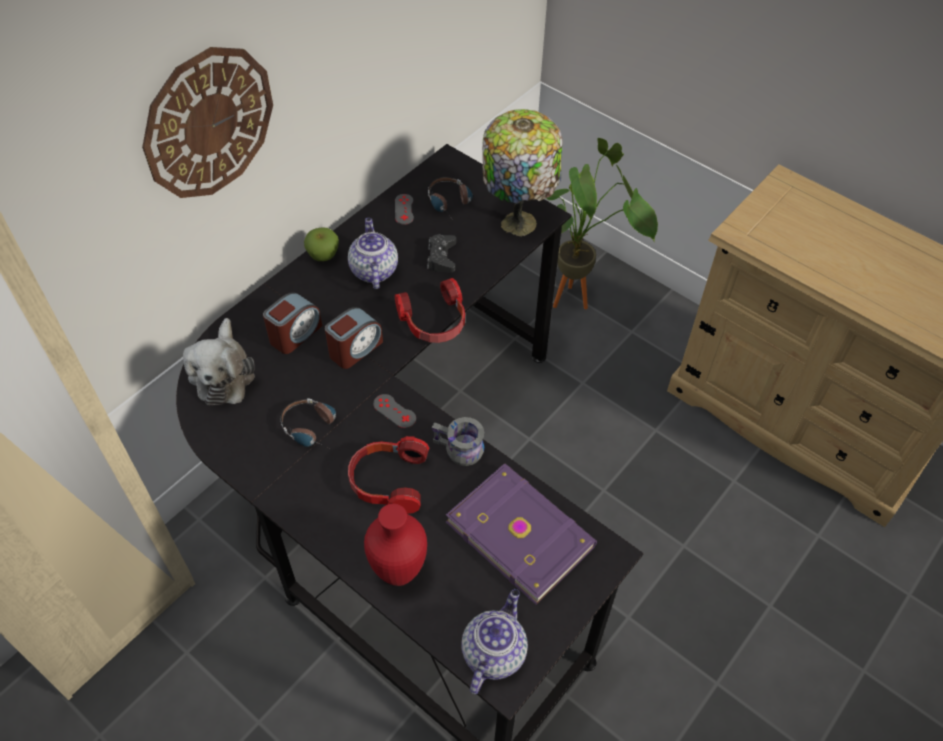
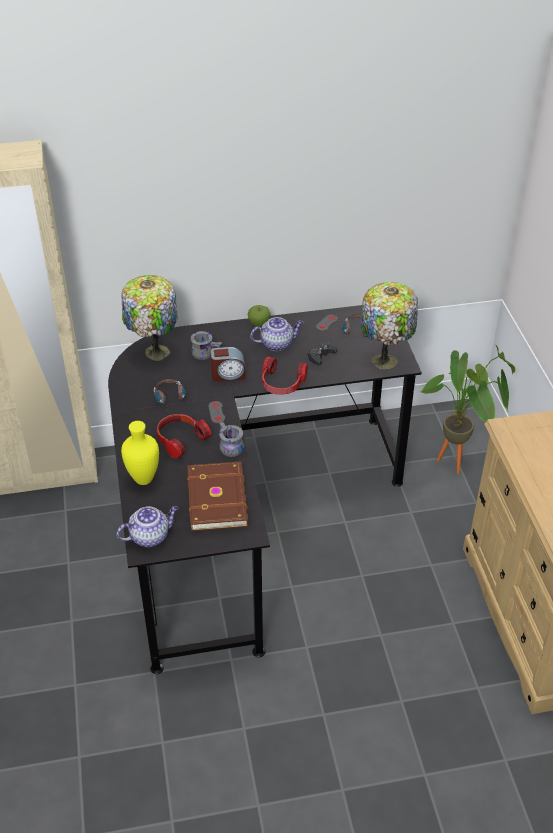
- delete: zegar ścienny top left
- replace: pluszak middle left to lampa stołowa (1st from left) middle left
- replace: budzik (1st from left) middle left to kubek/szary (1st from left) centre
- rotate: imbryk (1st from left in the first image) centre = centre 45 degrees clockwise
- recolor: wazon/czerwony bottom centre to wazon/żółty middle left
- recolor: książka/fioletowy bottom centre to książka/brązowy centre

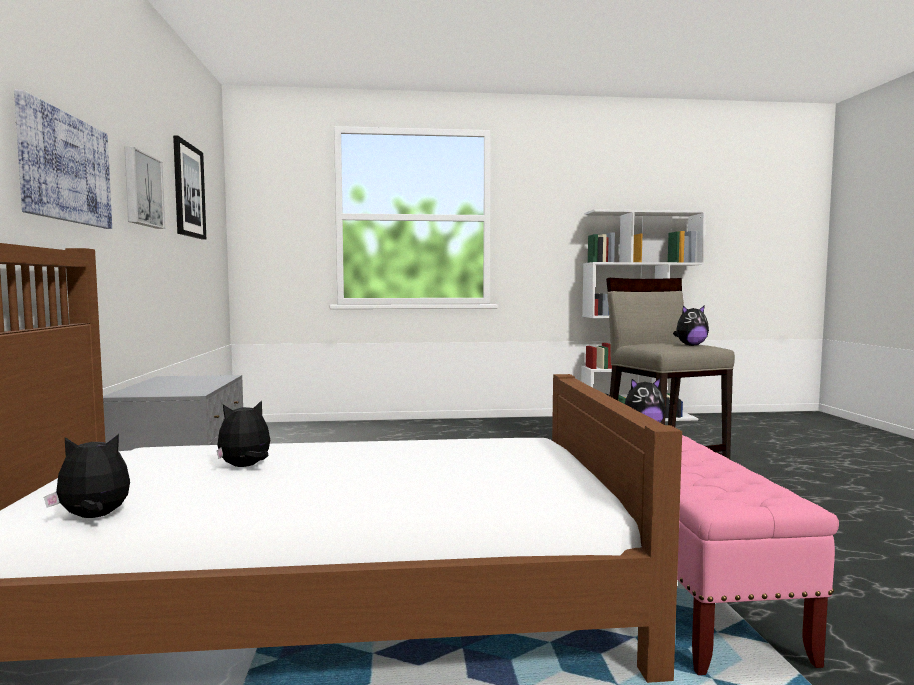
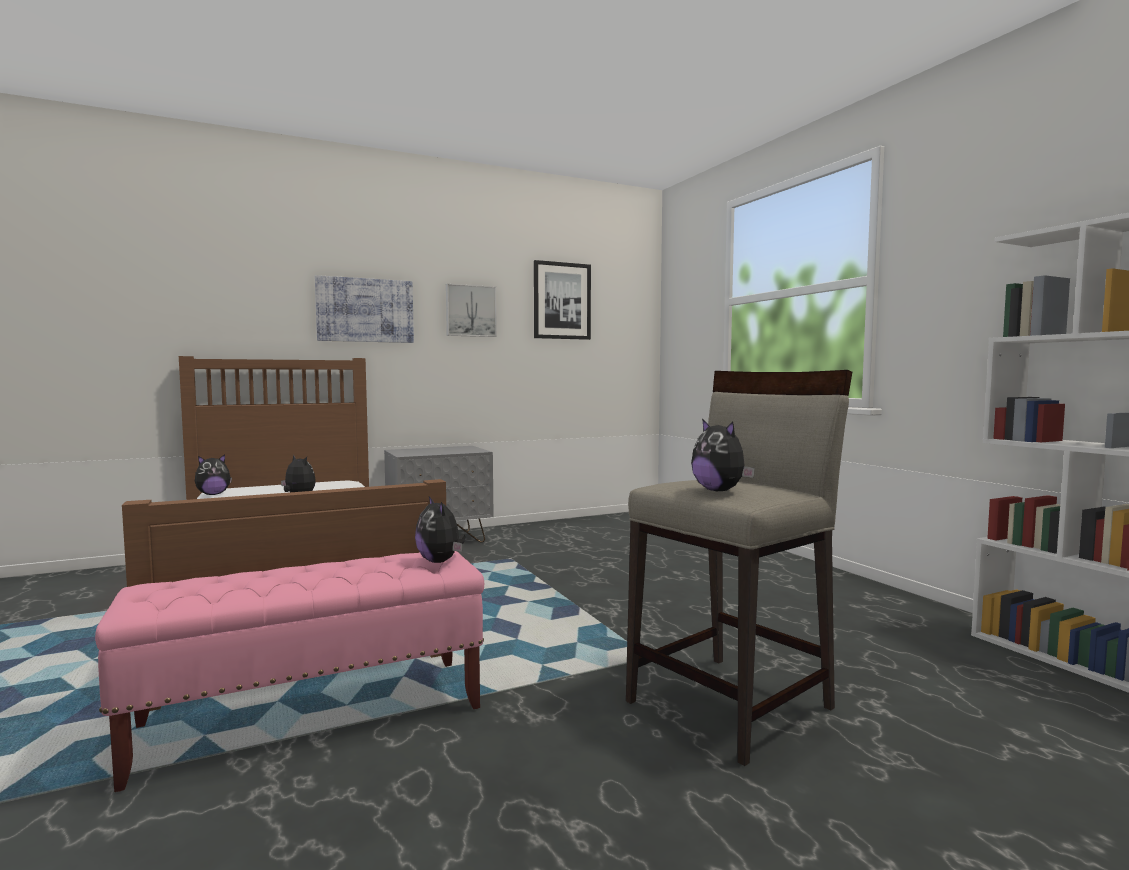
- rotate: pluszak (1st from left) bottom left = middle left 90 degrees clockwise

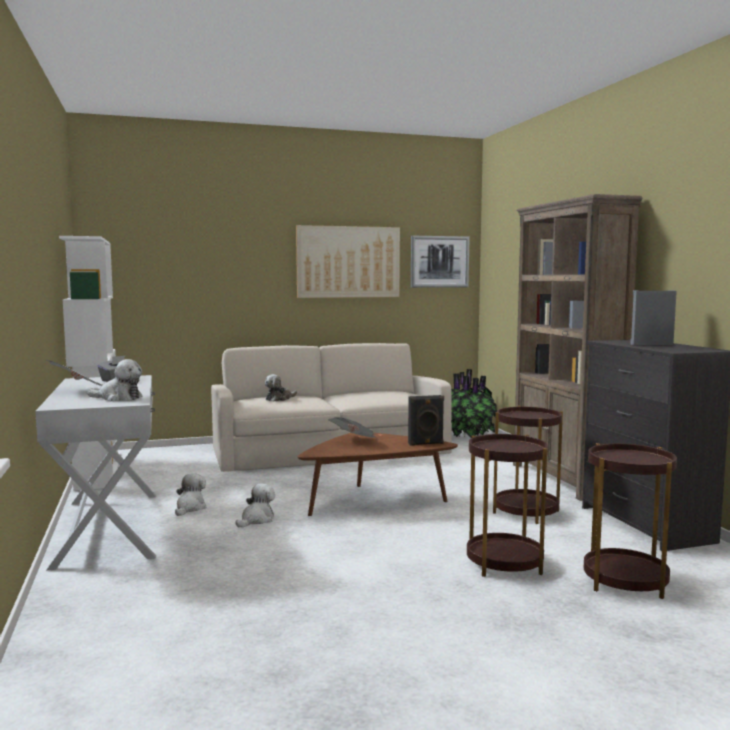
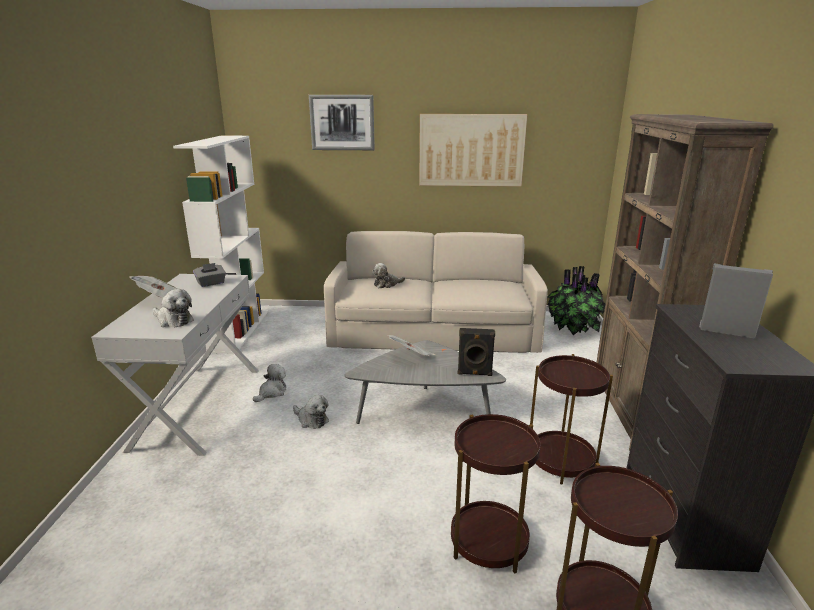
- rotate: pluszak (3rd from left) bottom centre = bottom centre 75 degrees clockwise
- recolor: ława/brązowy centre to ława/szary centre
- move: obraz (2nd from left in the first image) centre to obraz (1st from left) top centre

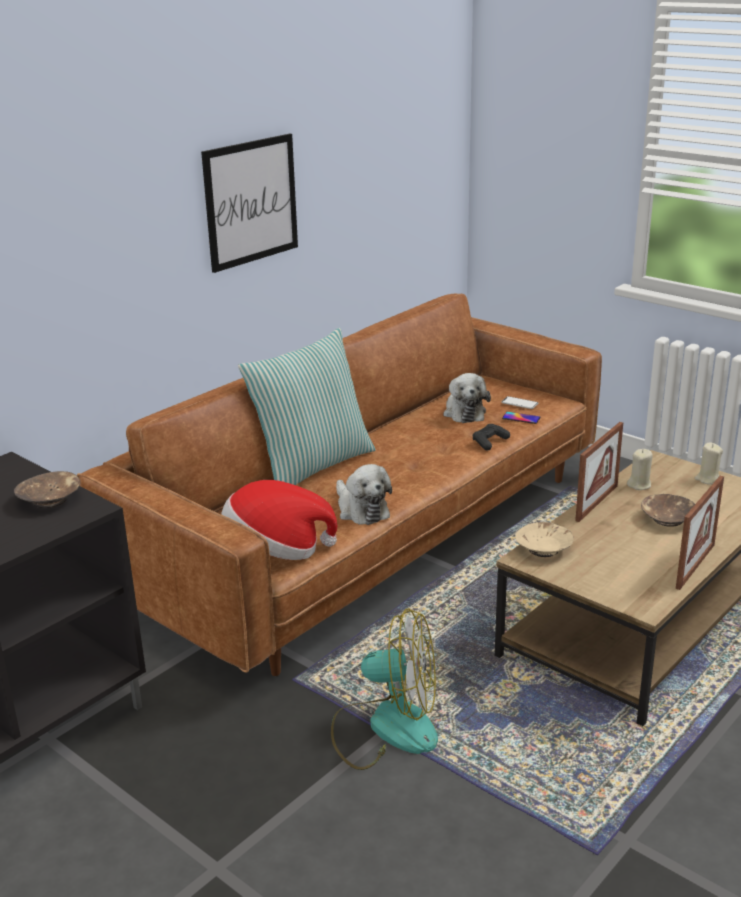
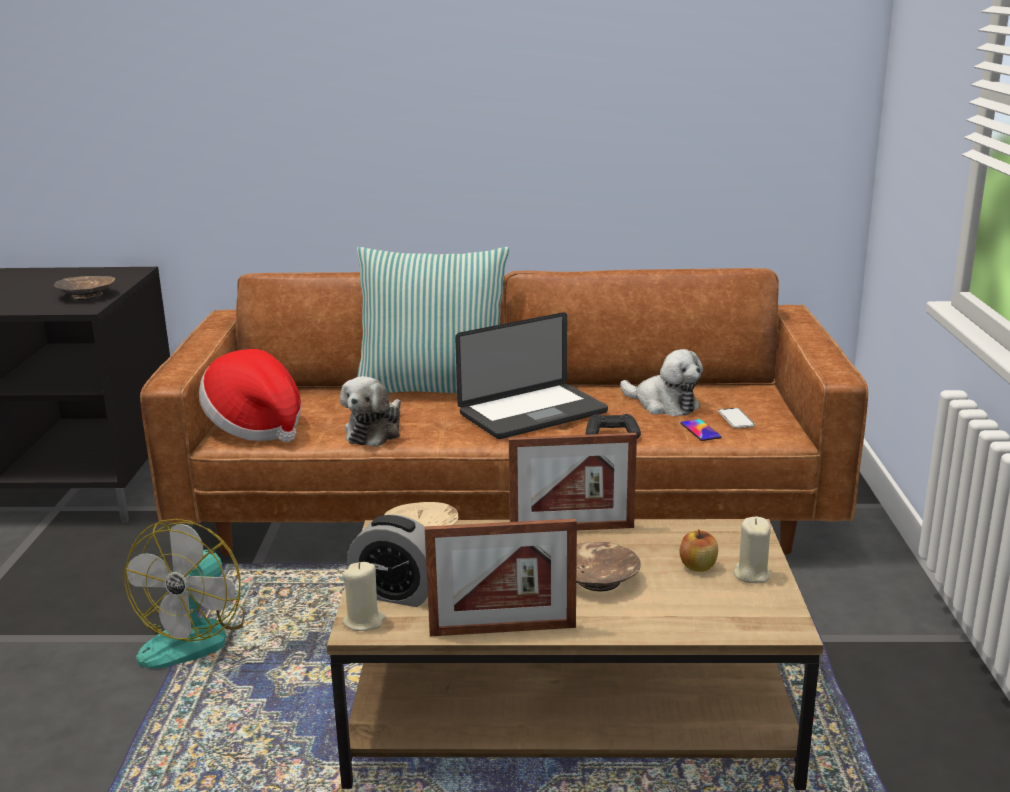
- delete: obraz top centre
- rotate: wentylator bottom centre = bottom left 45 degrees clockwise
- rotate: pluszak (2nd from left) centre = centre 90 degrees counterclockwise
- move: świeca/beżowy (1st from left) middle right to bottom centre
- insert: budzik bottom centre
- insert: laptop centre
- insert: jabłko bottom right

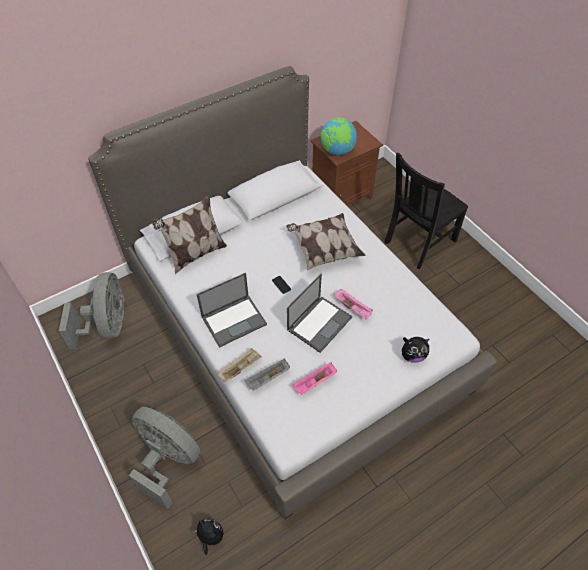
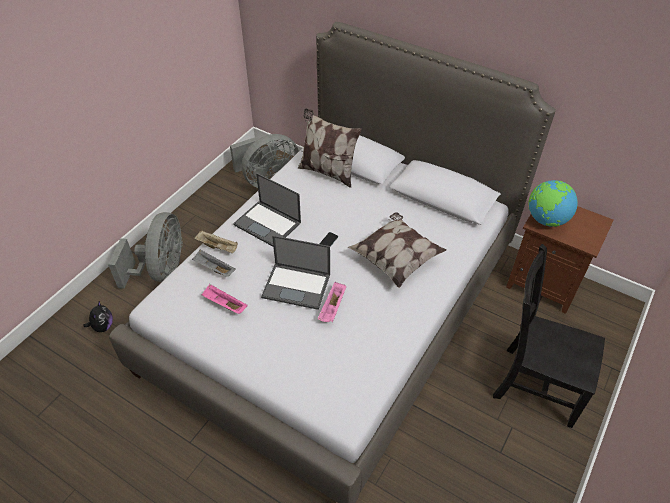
- delete: pluszak (2nd from left) middle right

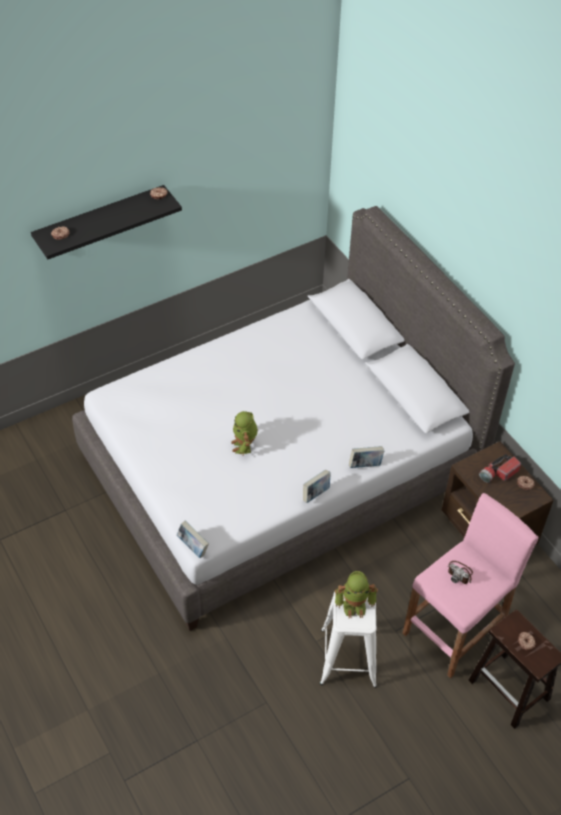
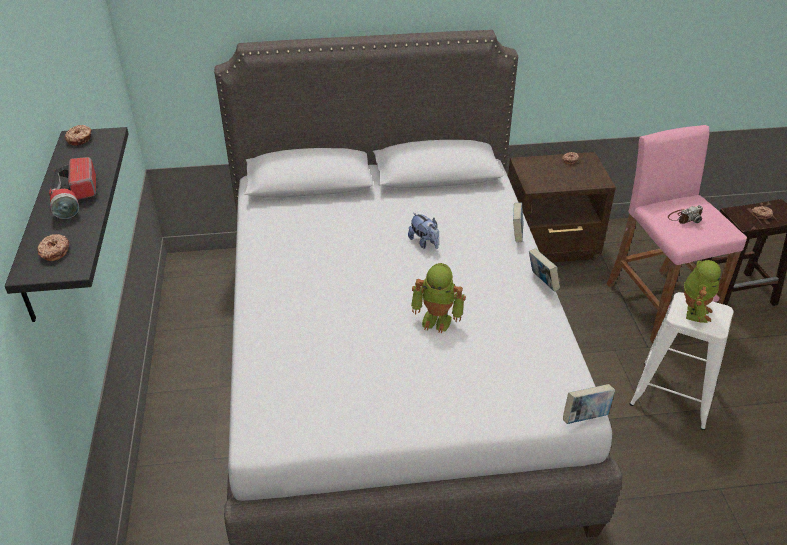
- move: latarka middle right to middle left
- insert: pluszak centre

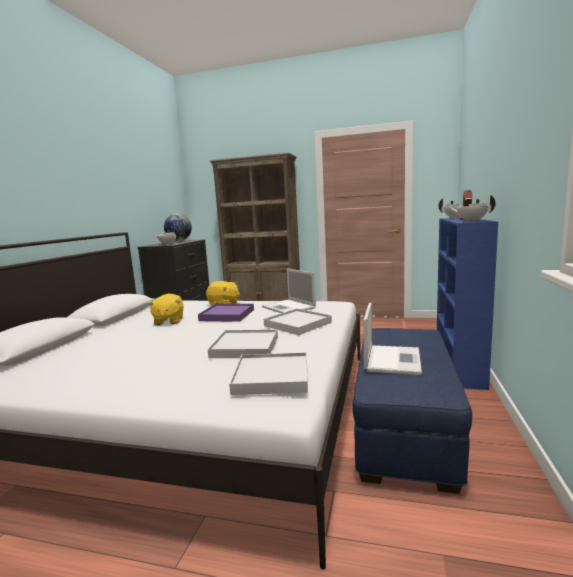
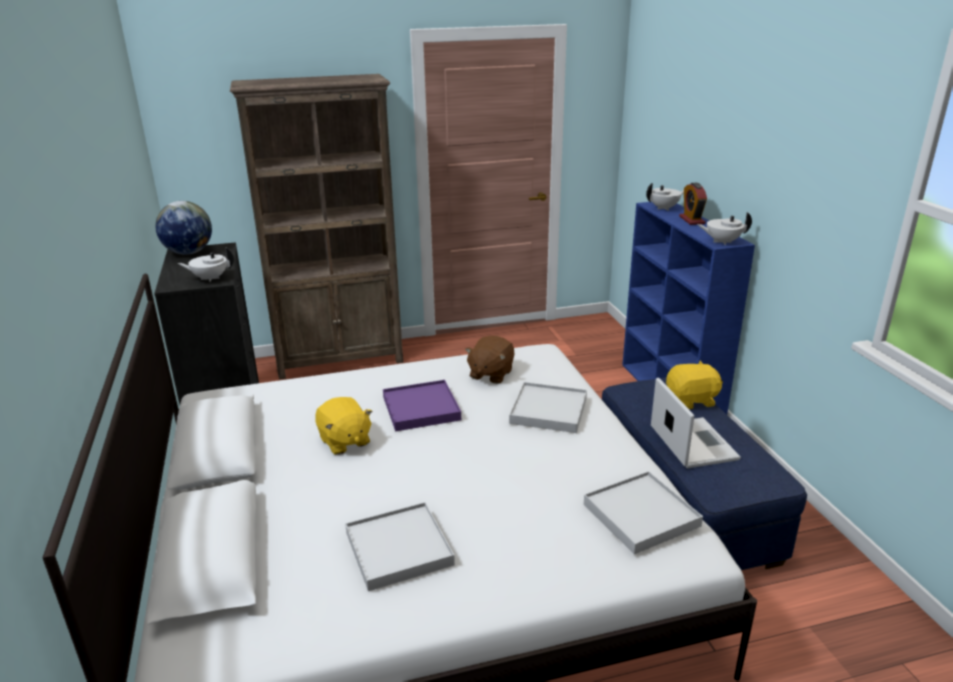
- move: pluszak/żółty (2nd from left) centre to middle right
- move: taca/biały (1st from left) centre to bottom centre
- replace: laptop (1st from left) centre to pluszak/brązowy centre

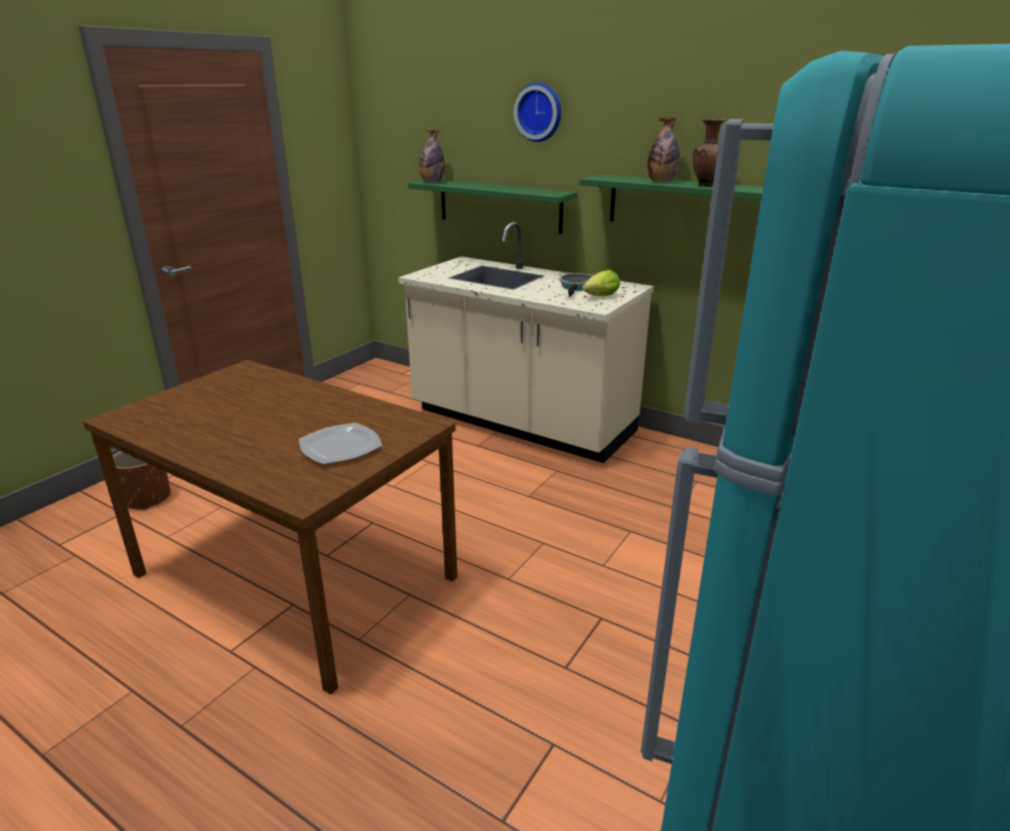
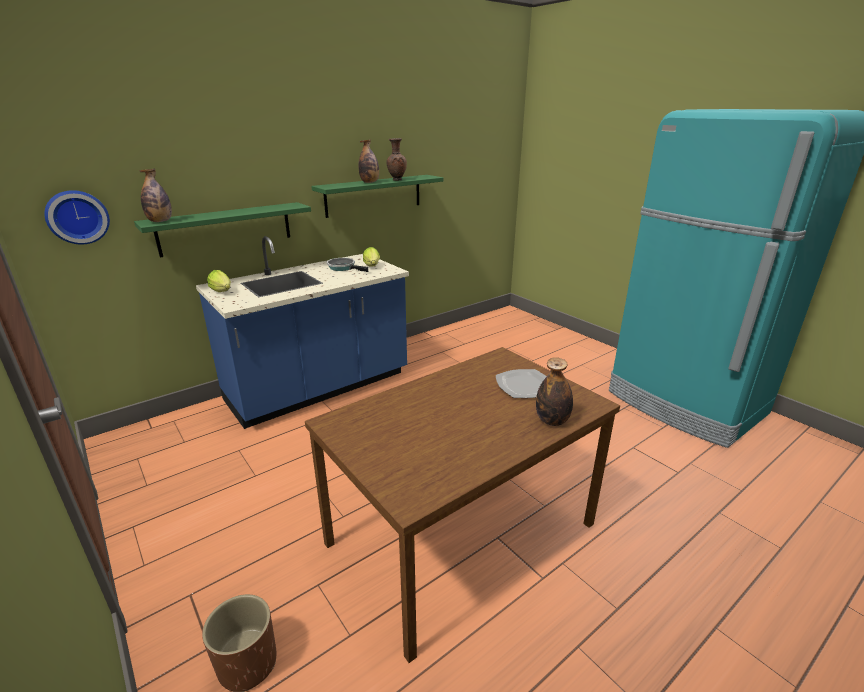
- recolor: zabudowa kuchenna/beżowy centre to zabudowa kuchenna/niebieski centre
- move: zegar ścienny top centre to top left
- insert: sałata (1st from left) middle left
- insert: butelka (3rd from left) centre

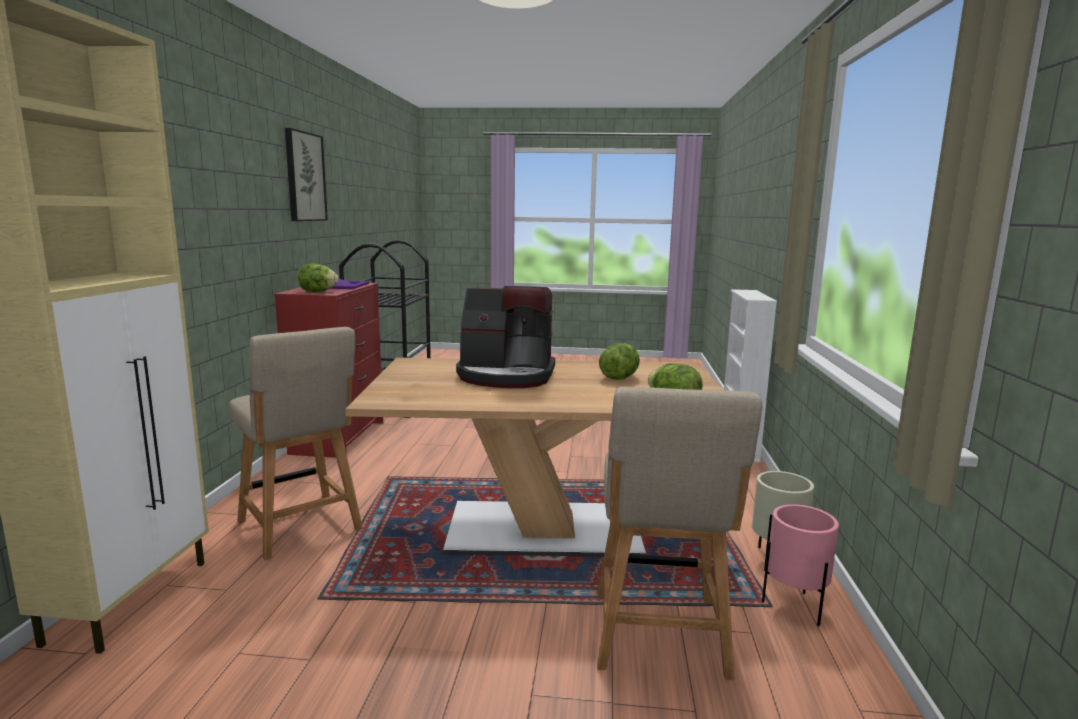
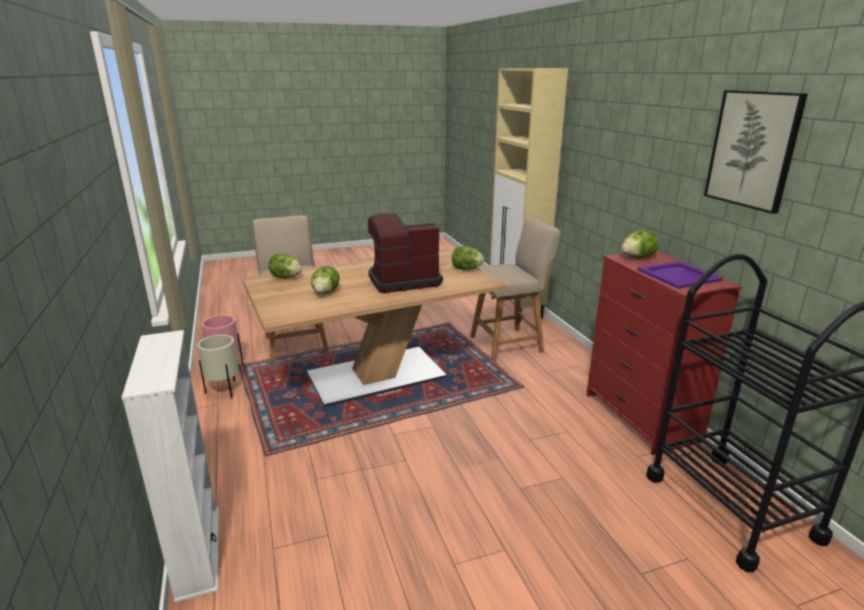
- rotate: krzesło/beżowy (1st from left in the first image) middle left = centre 135 degrees clockwise
- insert: sałata (3rd from left) centre

